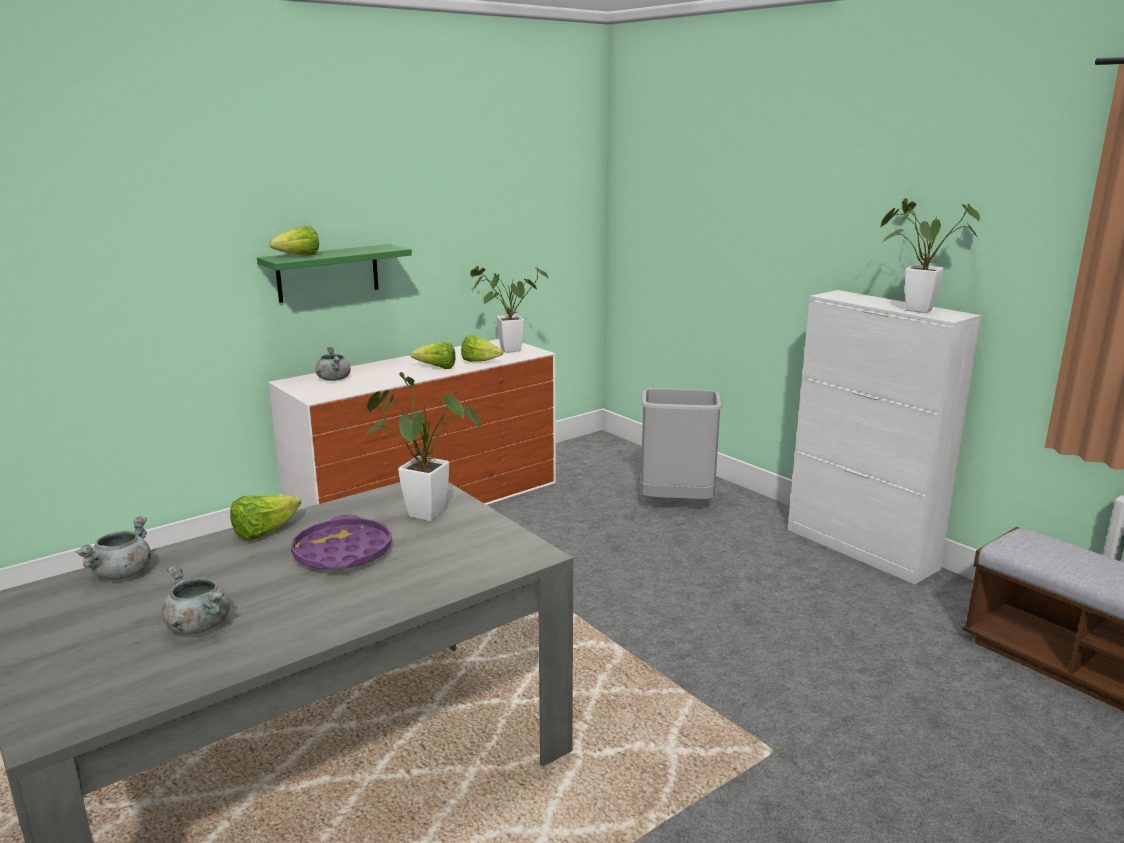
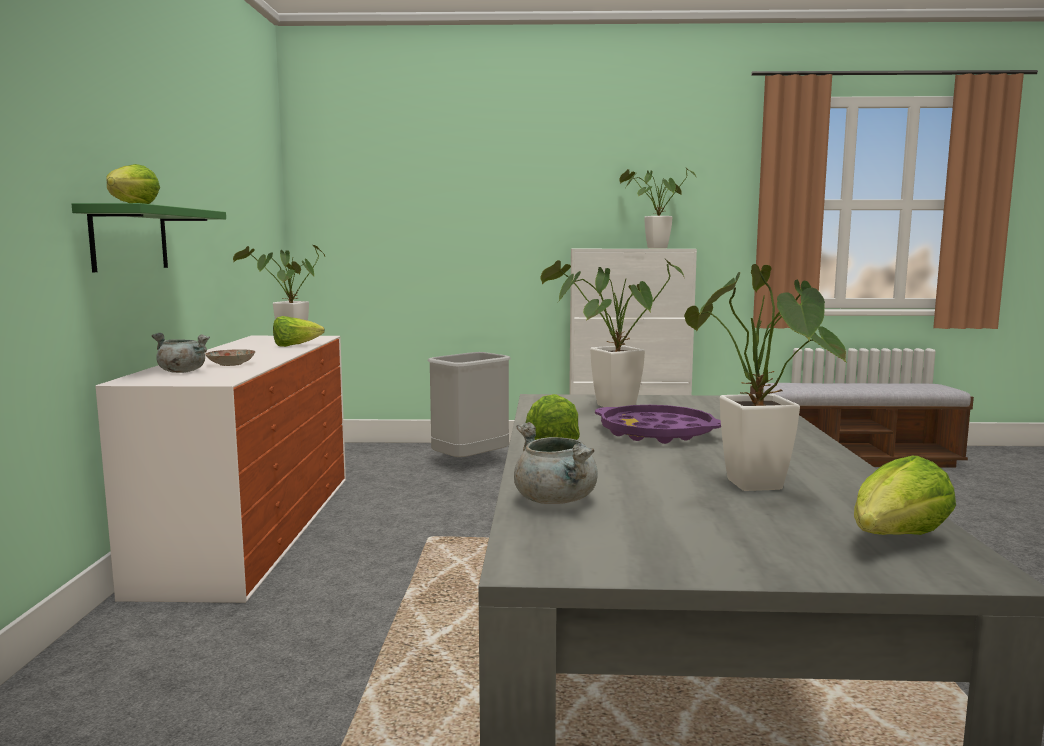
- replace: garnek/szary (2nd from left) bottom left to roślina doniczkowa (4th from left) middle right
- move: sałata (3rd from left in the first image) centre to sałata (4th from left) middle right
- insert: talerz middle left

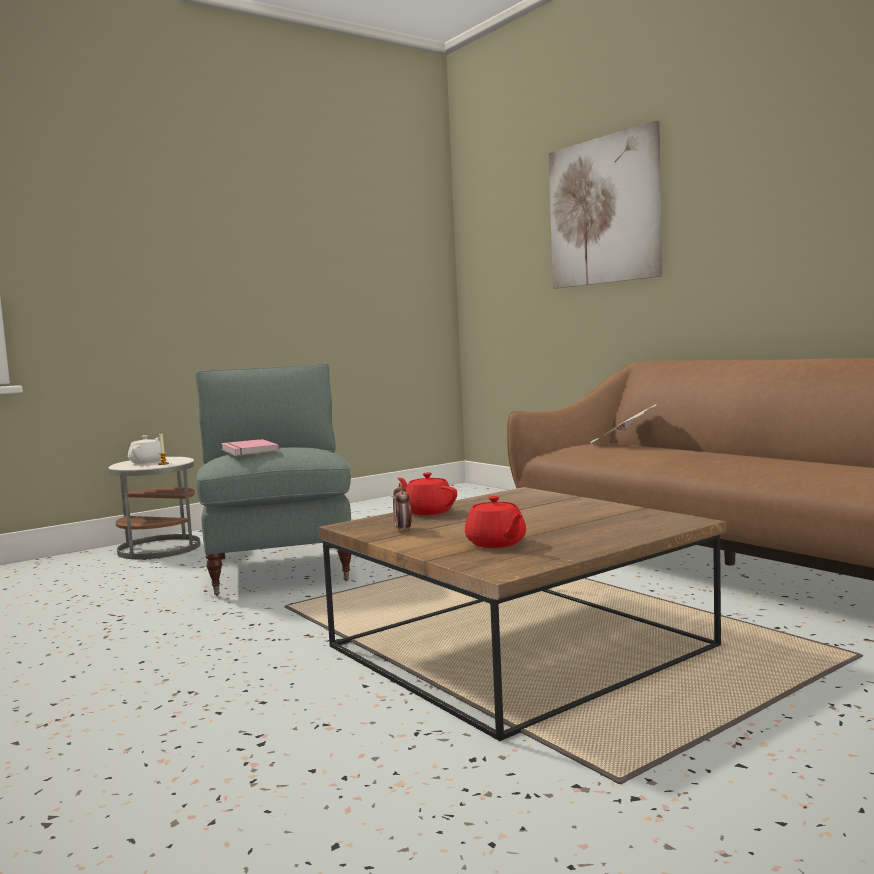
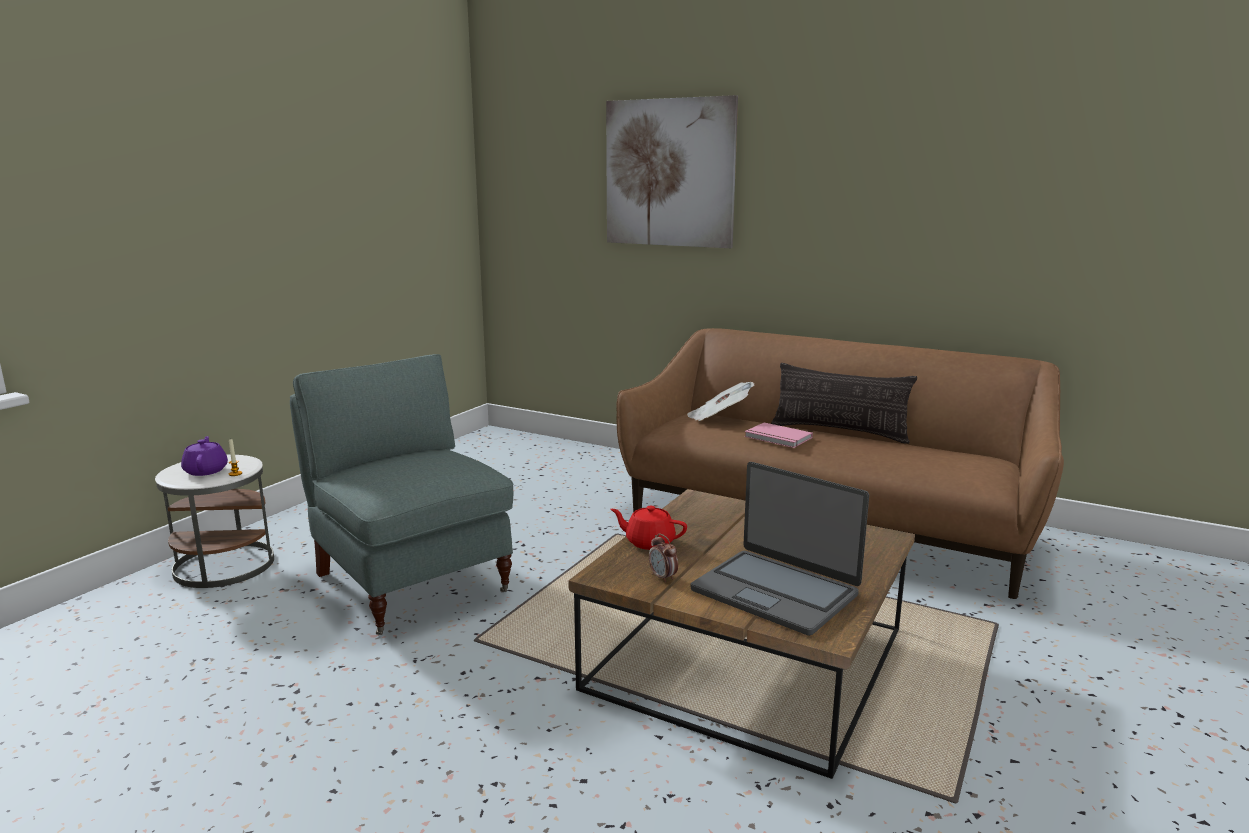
- recolor: imbryk/biały middle left to imbryk/fioletowy middle left
- move: książka/różowy middle left to centre
- replace: imbryk/czerwony (2nd from left) centre to laptop centre
- insert: poduszka middle right

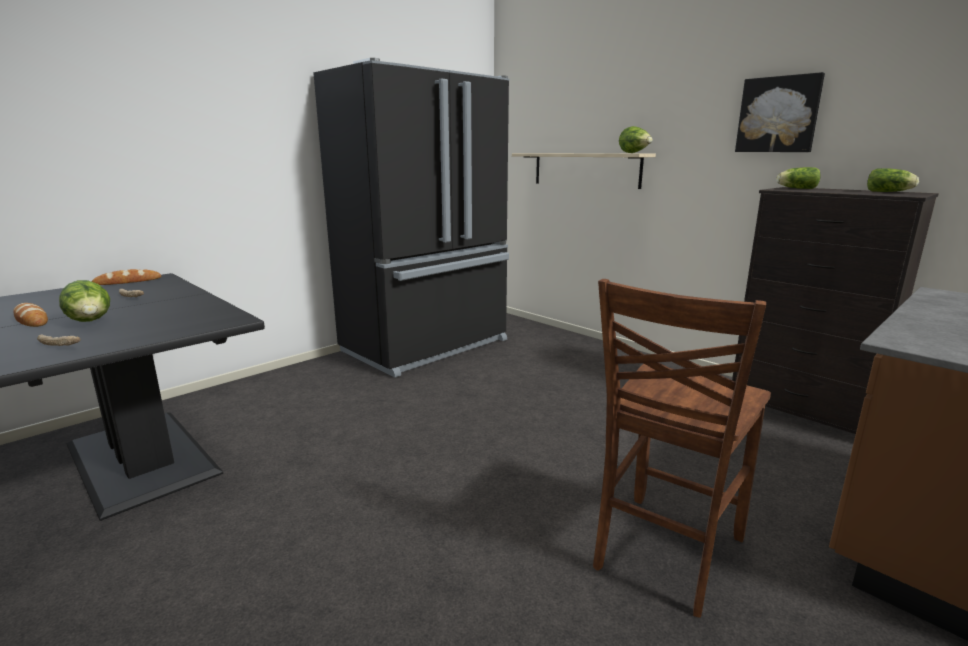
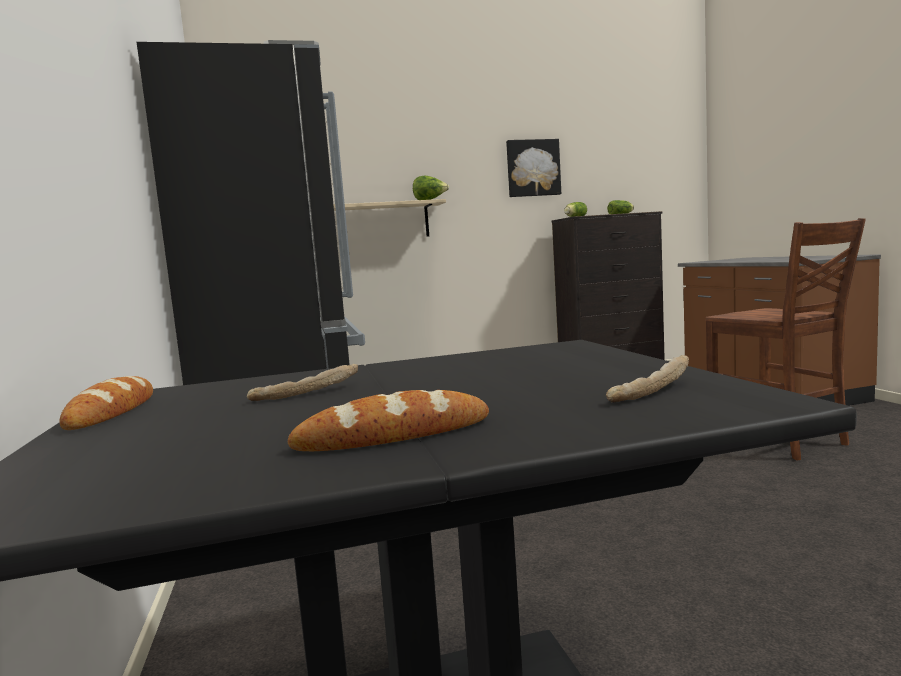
- delete: sałata (1st from left) middle left

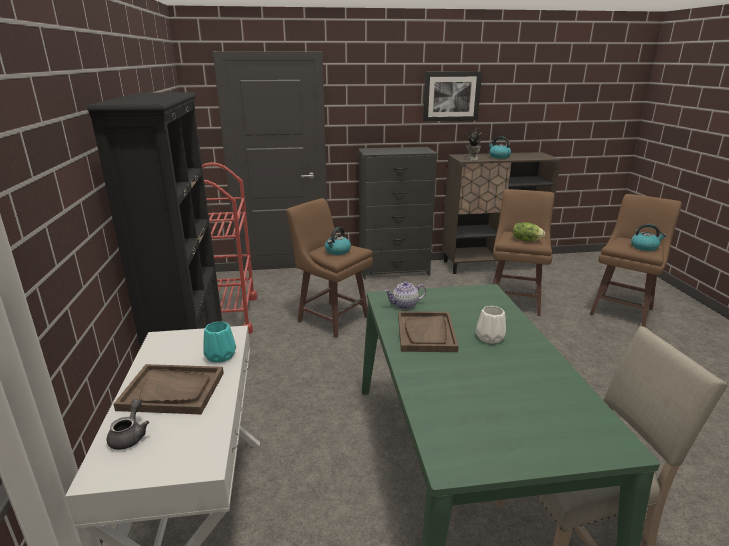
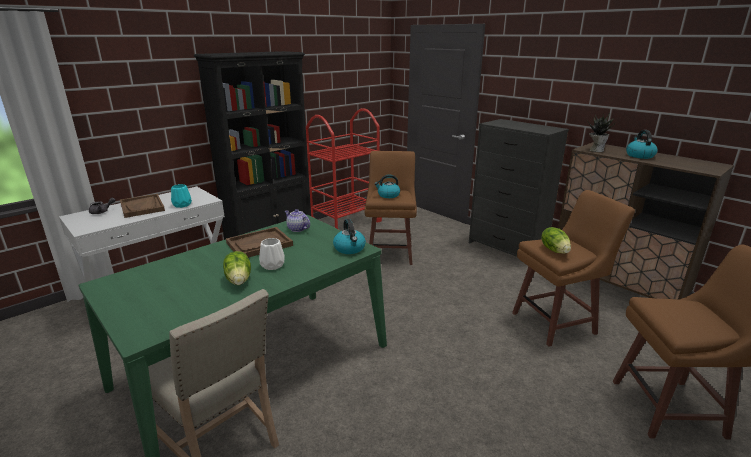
- delete: obraz top centre
- move: czajnik (3rd from left in the first image) middle right to czajnik (1st from left) centre
- insert: sałata (1st from left) middle left

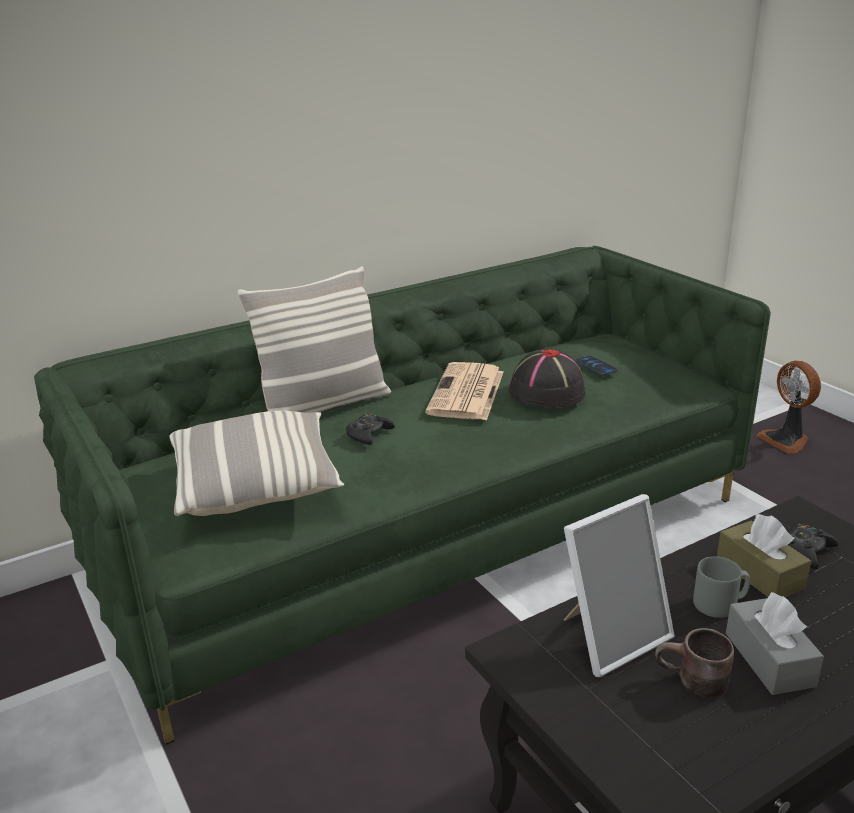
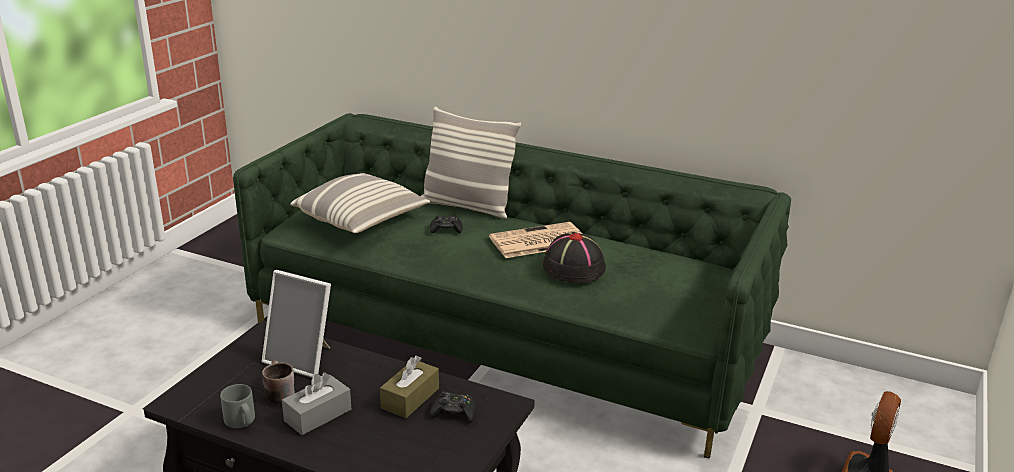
- delete: telefon middle right
- move: kubek/szary bottom right to bottom left

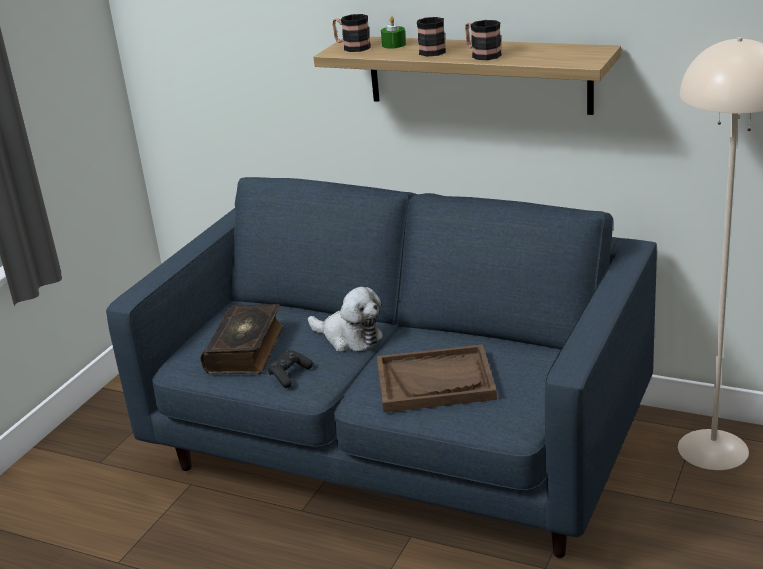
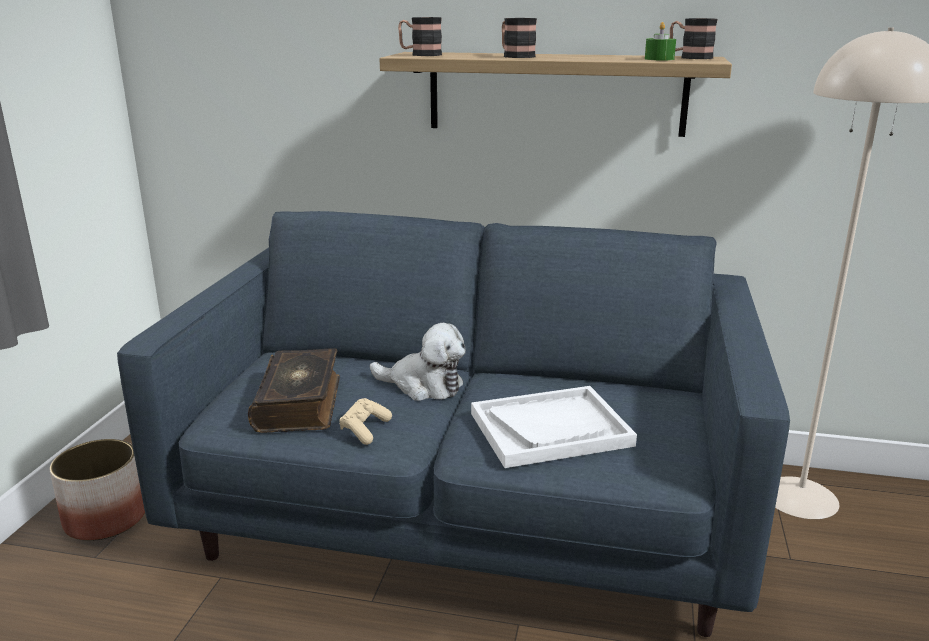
- recolor: pad do gier/czarny centre to pad do gier/beżowy centre
- recolor: taca/brązowy centre to taca/biały centre
- move: świeca/zielony top centre to top right
- move: kubek (3rd from left) top centre to top right
- insert: donica bottom left

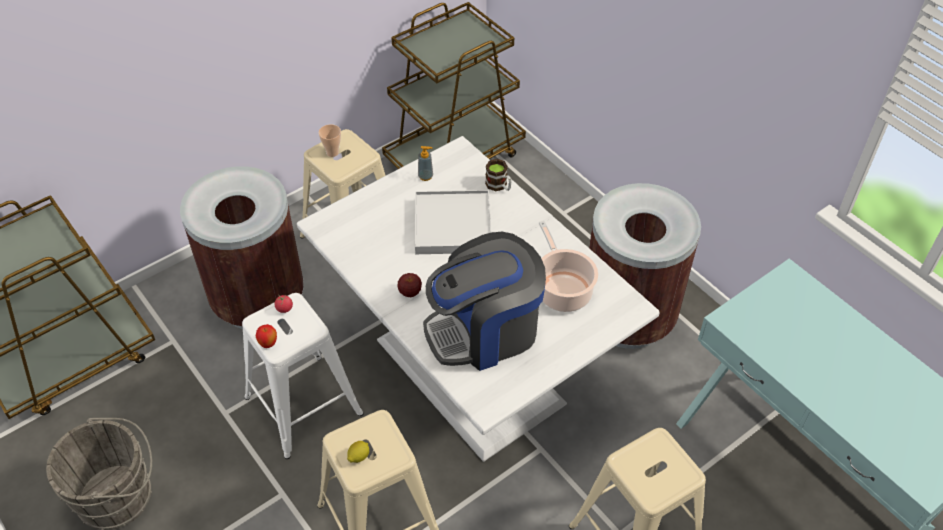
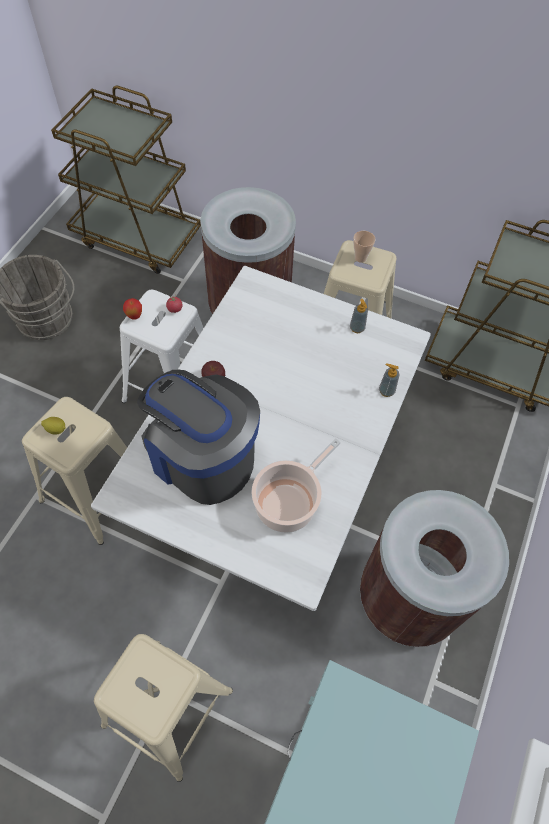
- delete: taca/biały centre
- replace: kubek top centre to dozownik mydła (2nd from left) middle right

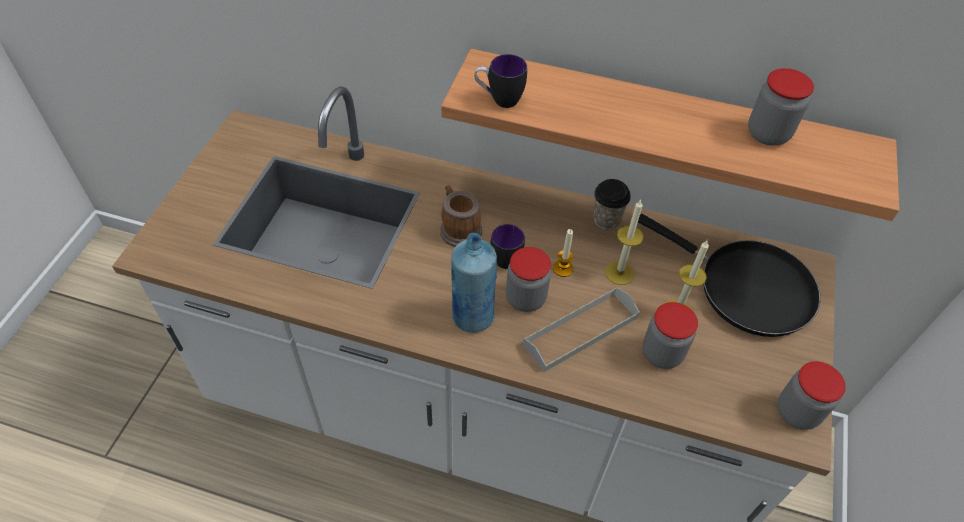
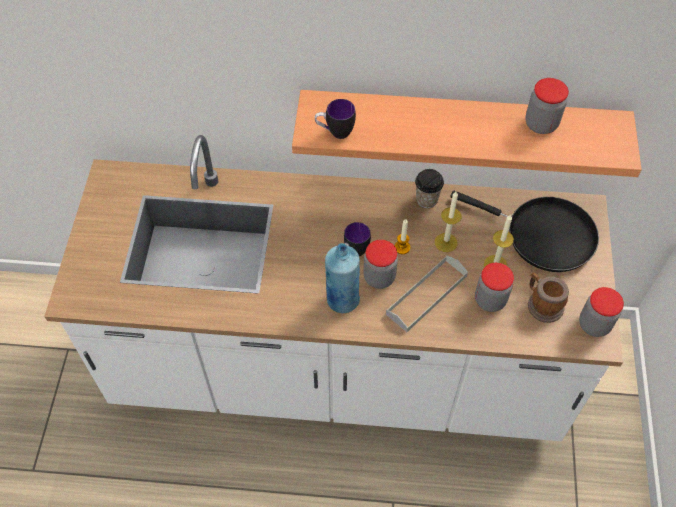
- move: kubek (1st from left in the first image) centre to kubek (3rd from left) middle right

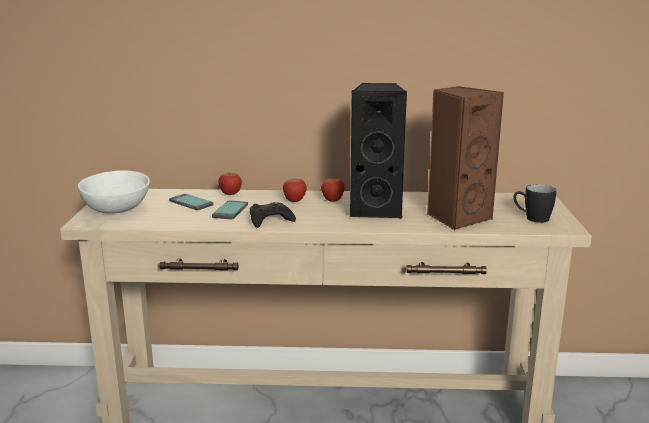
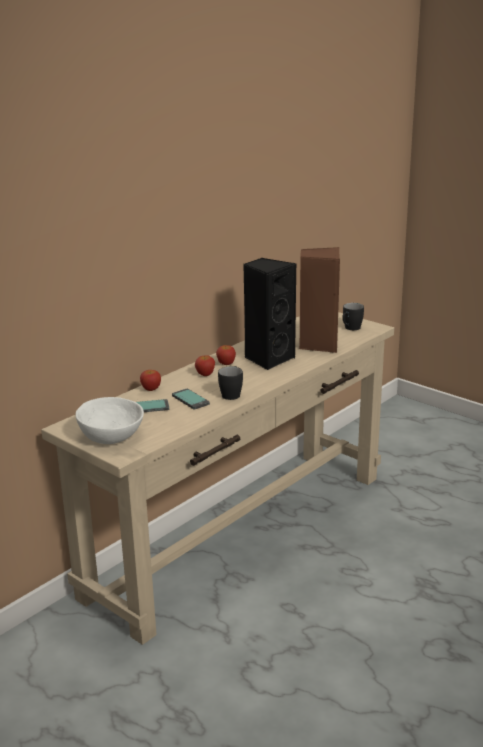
- replace: pad do gier/czarny centre to kubek/czarny (1st from left) centre

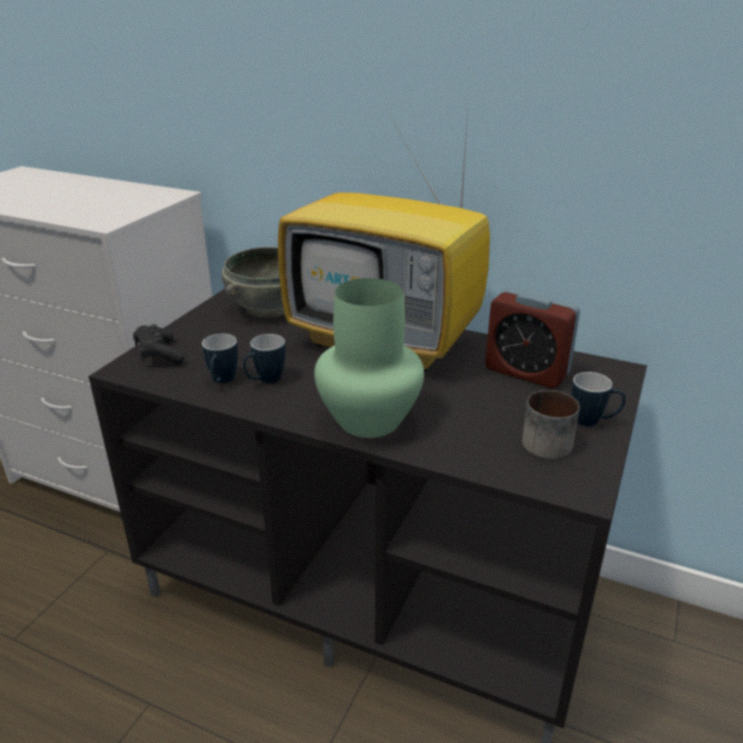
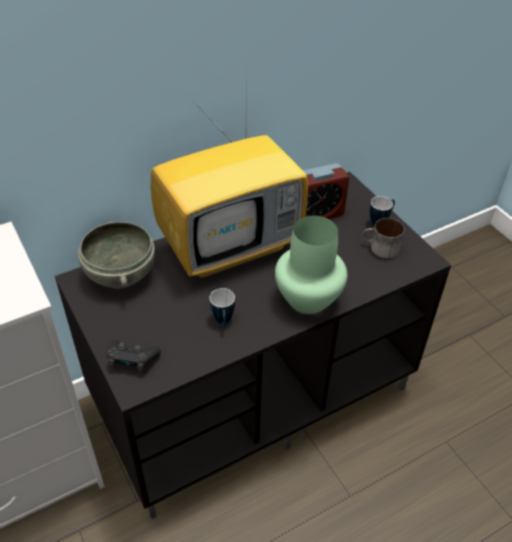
- delete: kubek (1st from left) middle left

